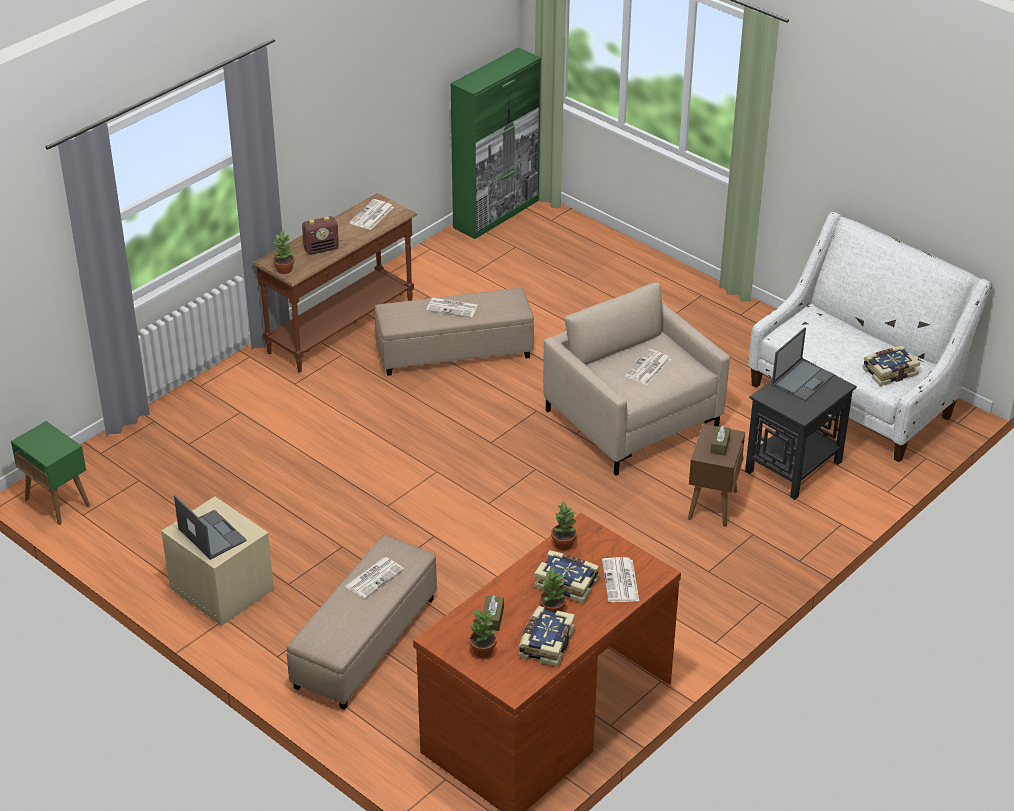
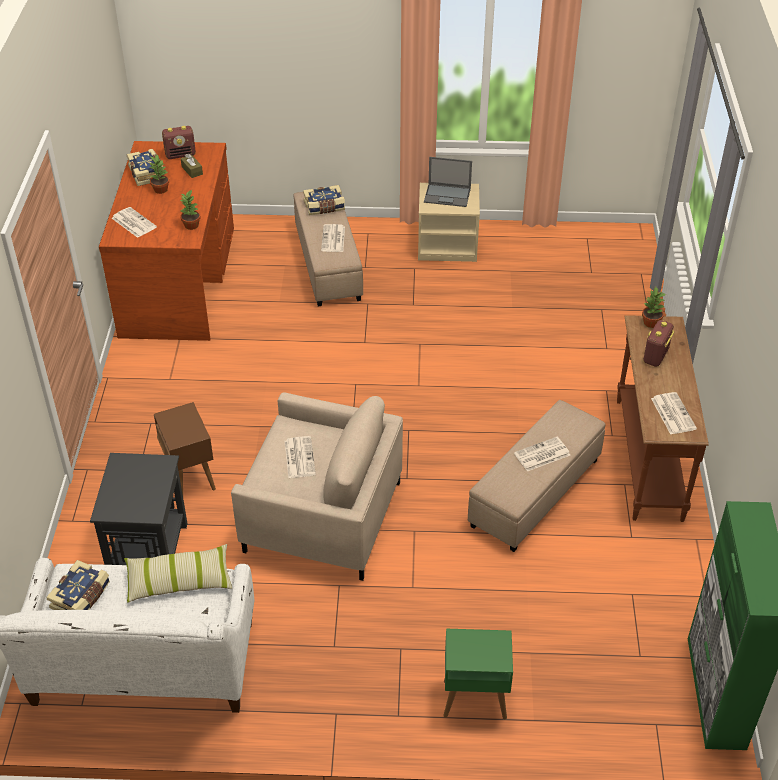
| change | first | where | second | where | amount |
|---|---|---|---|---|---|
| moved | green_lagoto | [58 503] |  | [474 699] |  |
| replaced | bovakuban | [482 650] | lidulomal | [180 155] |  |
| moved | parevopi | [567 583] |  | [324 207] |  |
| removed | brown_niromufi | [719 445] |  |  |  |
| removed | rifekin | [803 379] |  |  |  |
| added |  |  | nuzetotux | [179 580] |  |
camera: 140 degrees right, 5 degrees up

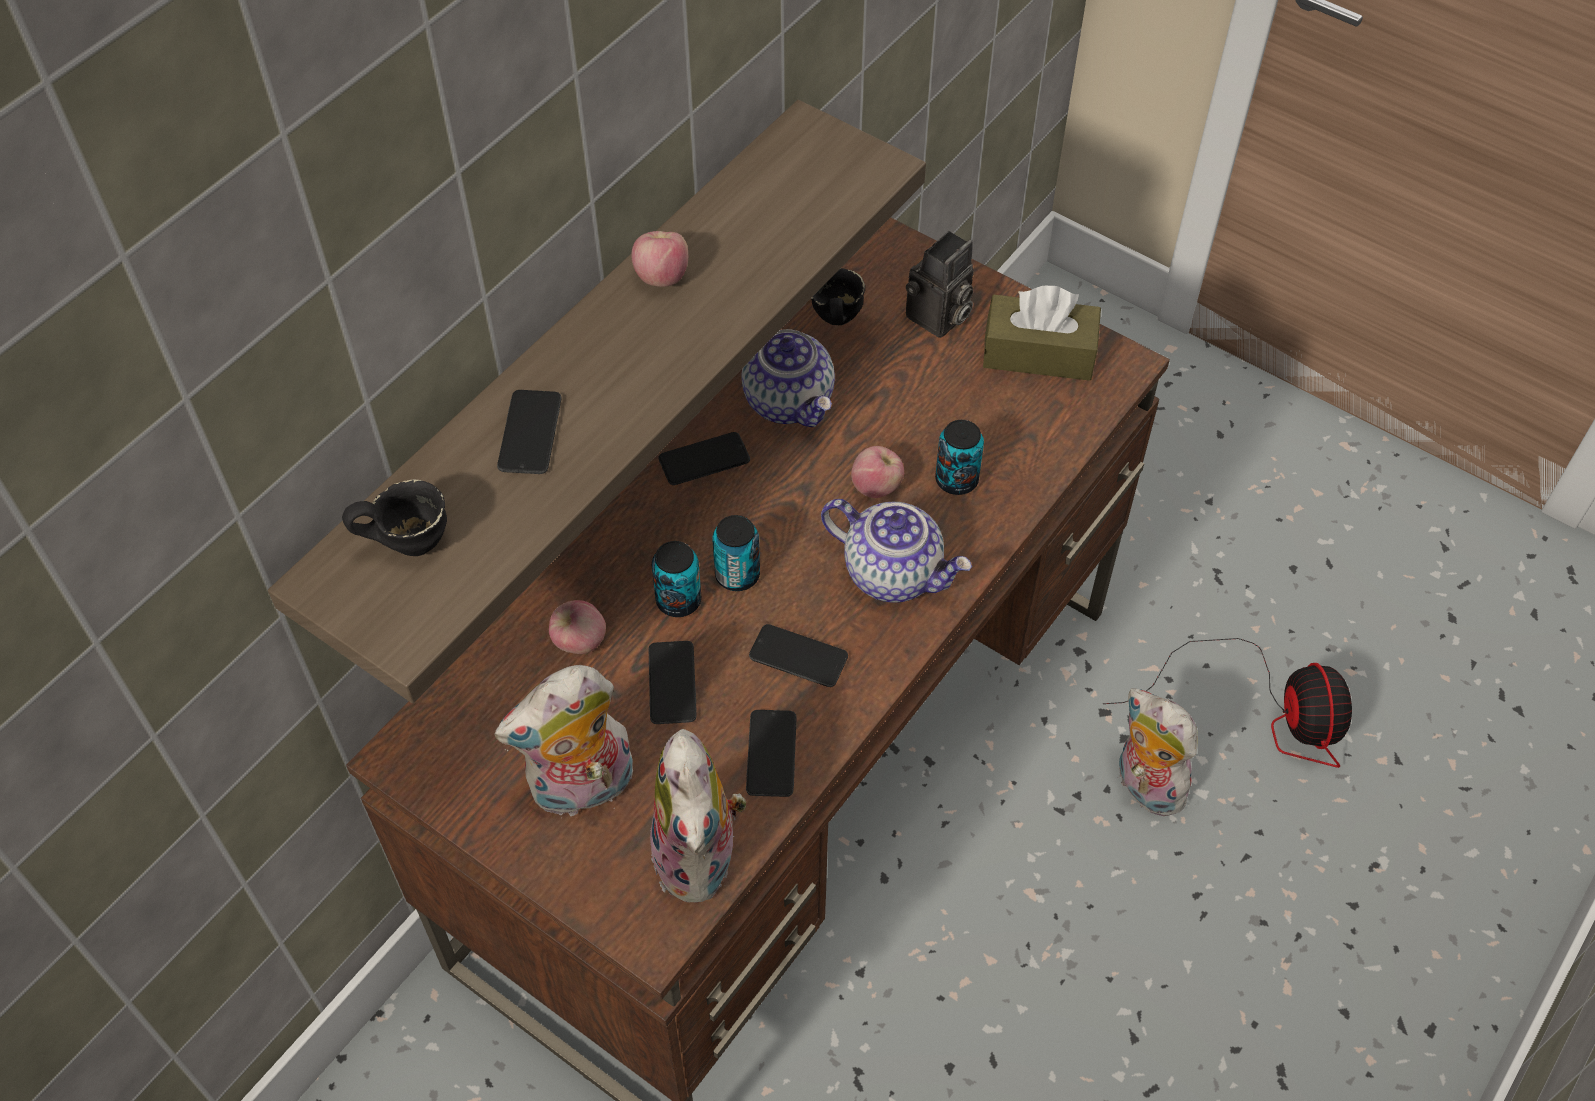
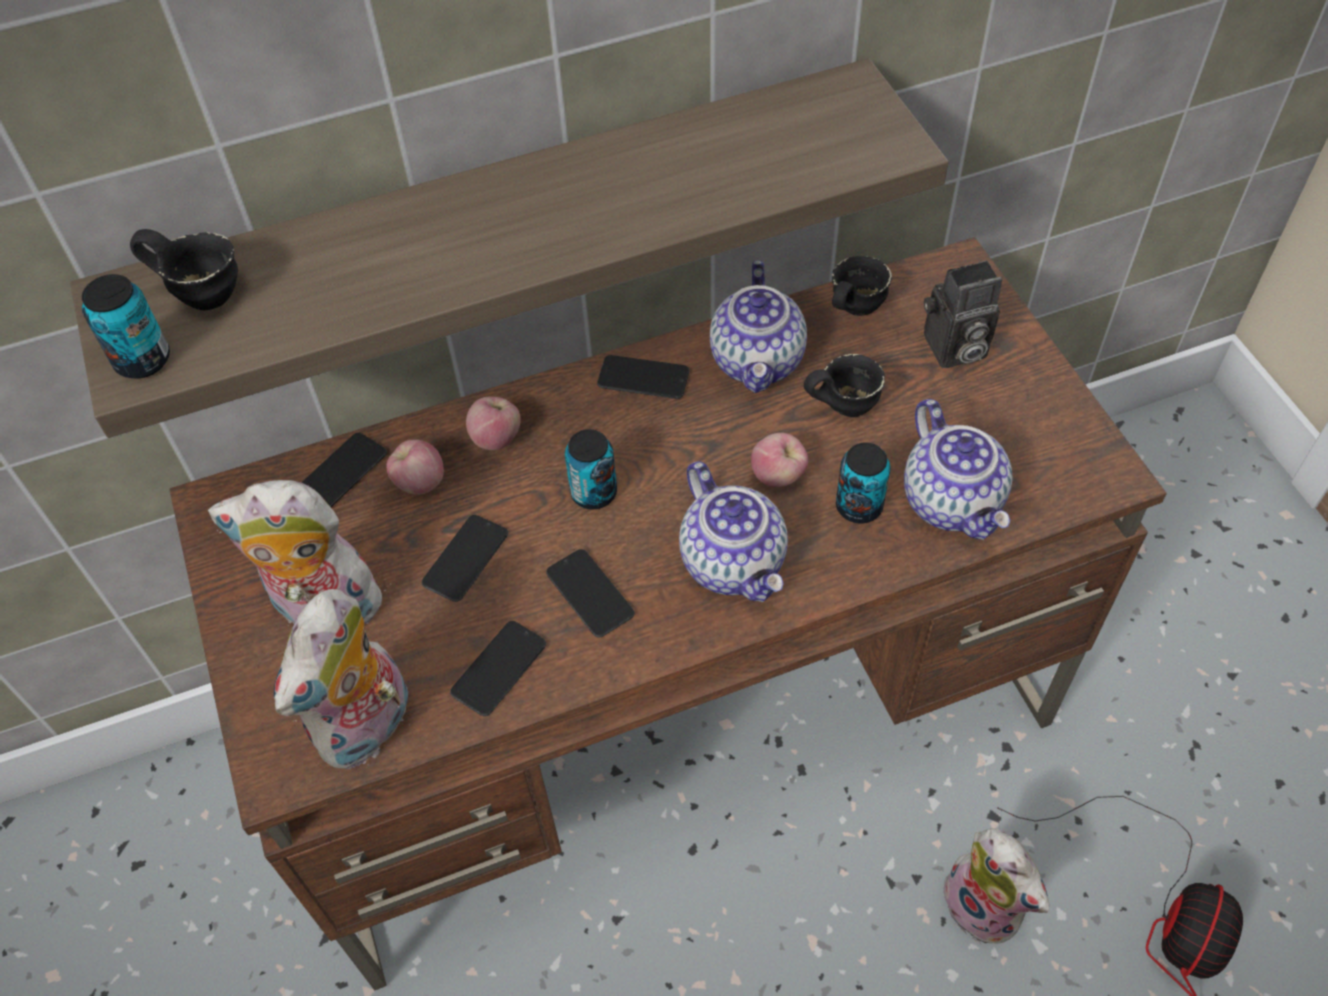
| change | first | where | second | where | amount |
|---|---|---|---|---|---|
| moved | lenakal | [530 433] |  | [342 472] |  |
| moved | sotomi | [662 277] |  | [496 438] |  |
| moved | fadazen | [678 600] |  | [143 360] |  |
| removed | brown_niromufi | [1039 353] |  |  |  |
| turned | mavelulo | [1144 786] |  | [986 906] | 150 degrees clockwise |
| added |  |  | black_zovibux | [842 405] |  |
| added |  |  | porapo | [953 501] |  |
camera: 35 degrees right, 0 degrees up

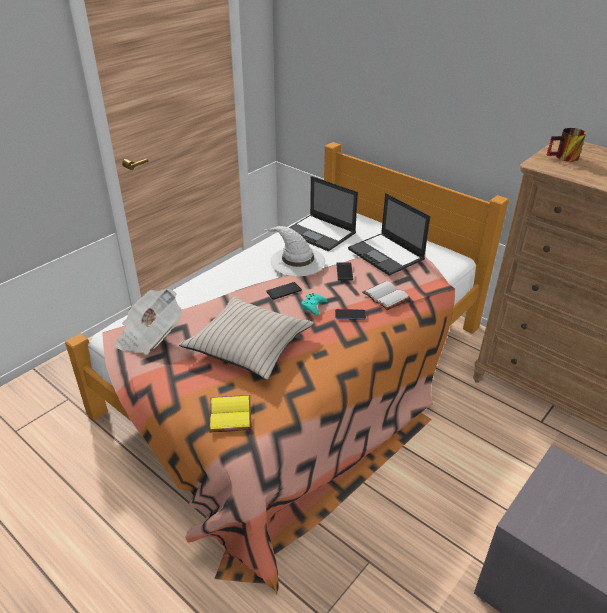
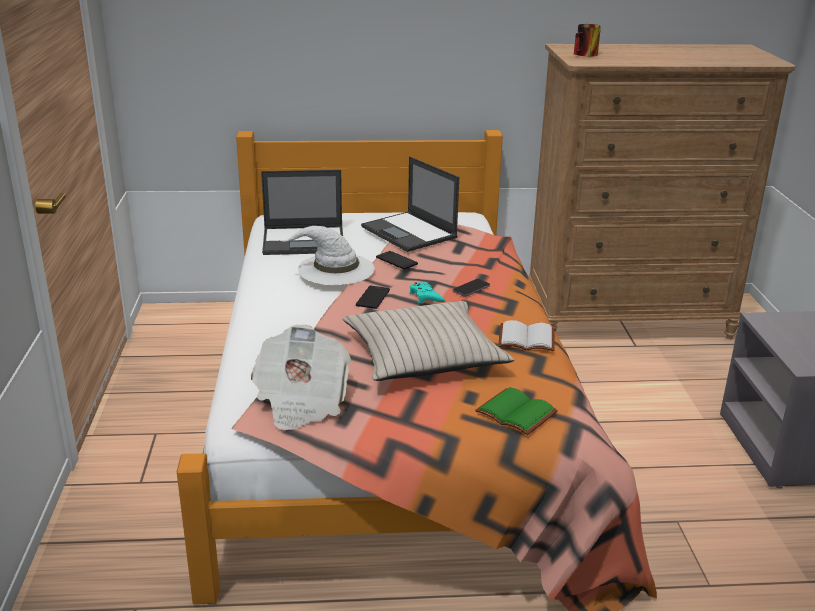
| change | first | where | second | where | amount |
|---|---|---|---|---|---|
| recoloured | yellow_parevopi | [232 415] | green_parevopi | [518 412] |  |
| turned | rifekin | [386 254] |  | [410 232] | 45 degrees clockwise |
| moved | white_parevopi | [384 296] |  | [525 339] |  |
camera: 45 degrees left, 10 degrees down

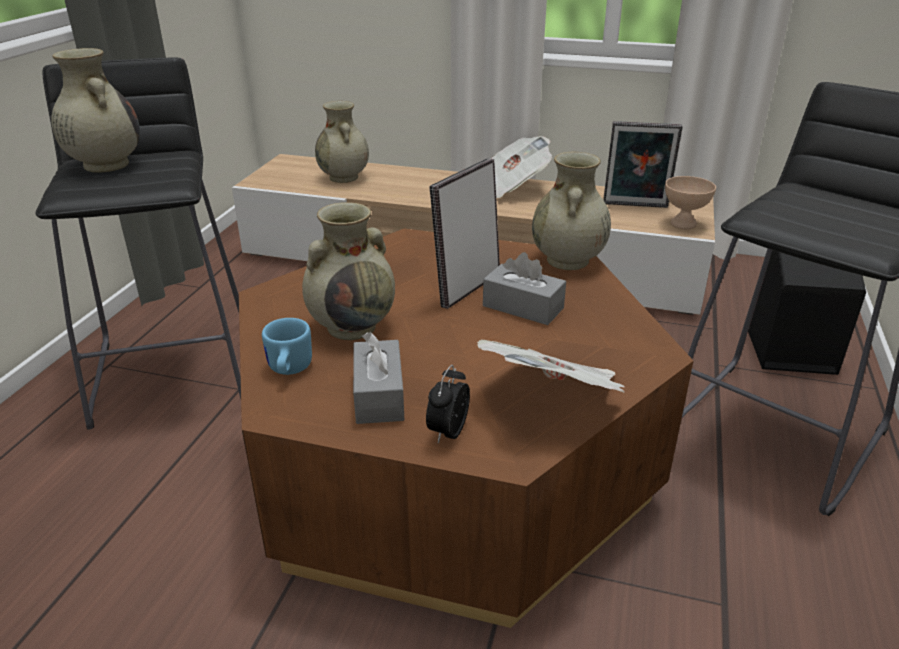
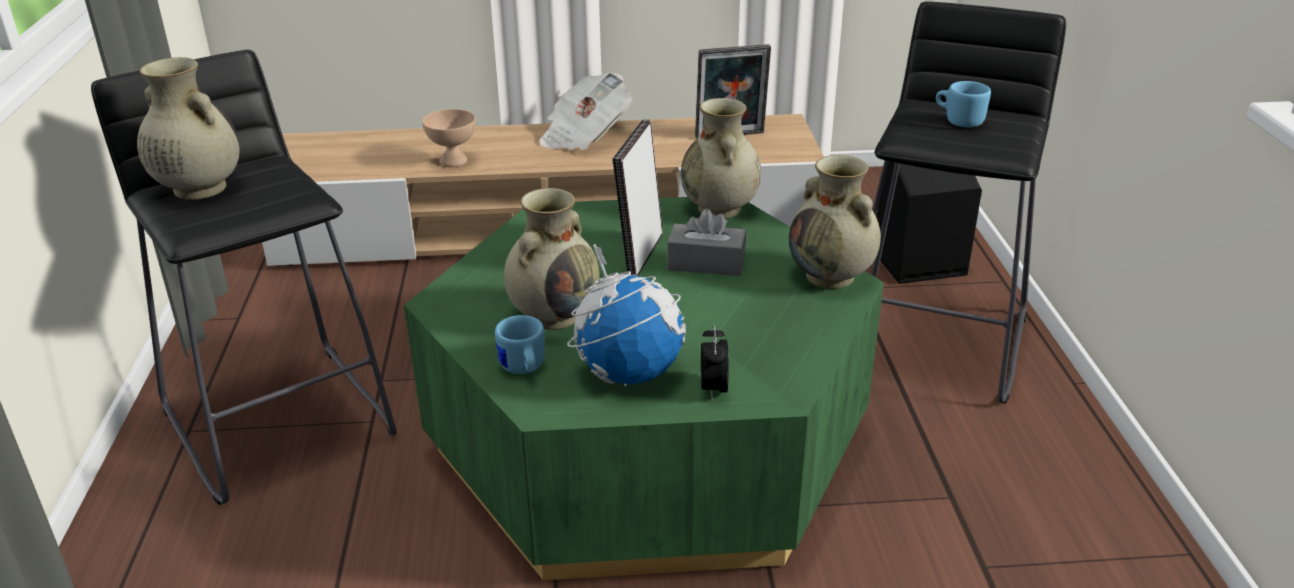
| change | first | where | second | where | amount |
|---|---|---|---|---|---|
| recoloured | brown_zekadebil | [449 463] | green_zekadebil | [648 441] |  |
| moved | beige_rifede | [344 178] |  | [831 277] |  |
| replaced | grey_niromufi | [379 395] | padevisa | [629 372] |  |
| removed | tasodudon | [555 398] |  |  |  |
| moved | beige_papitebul | [683 223] |  | [453 161] |  |
| added |  |  | blue_zovibux | [958 121] |  |
camera: 20 degrees left, 0 degrees up

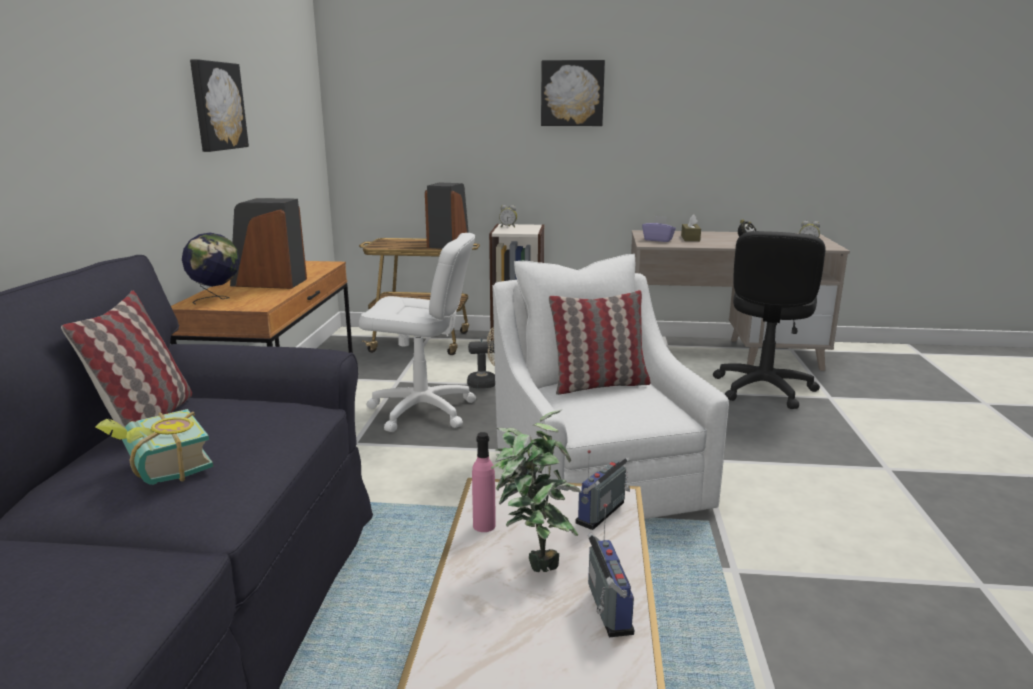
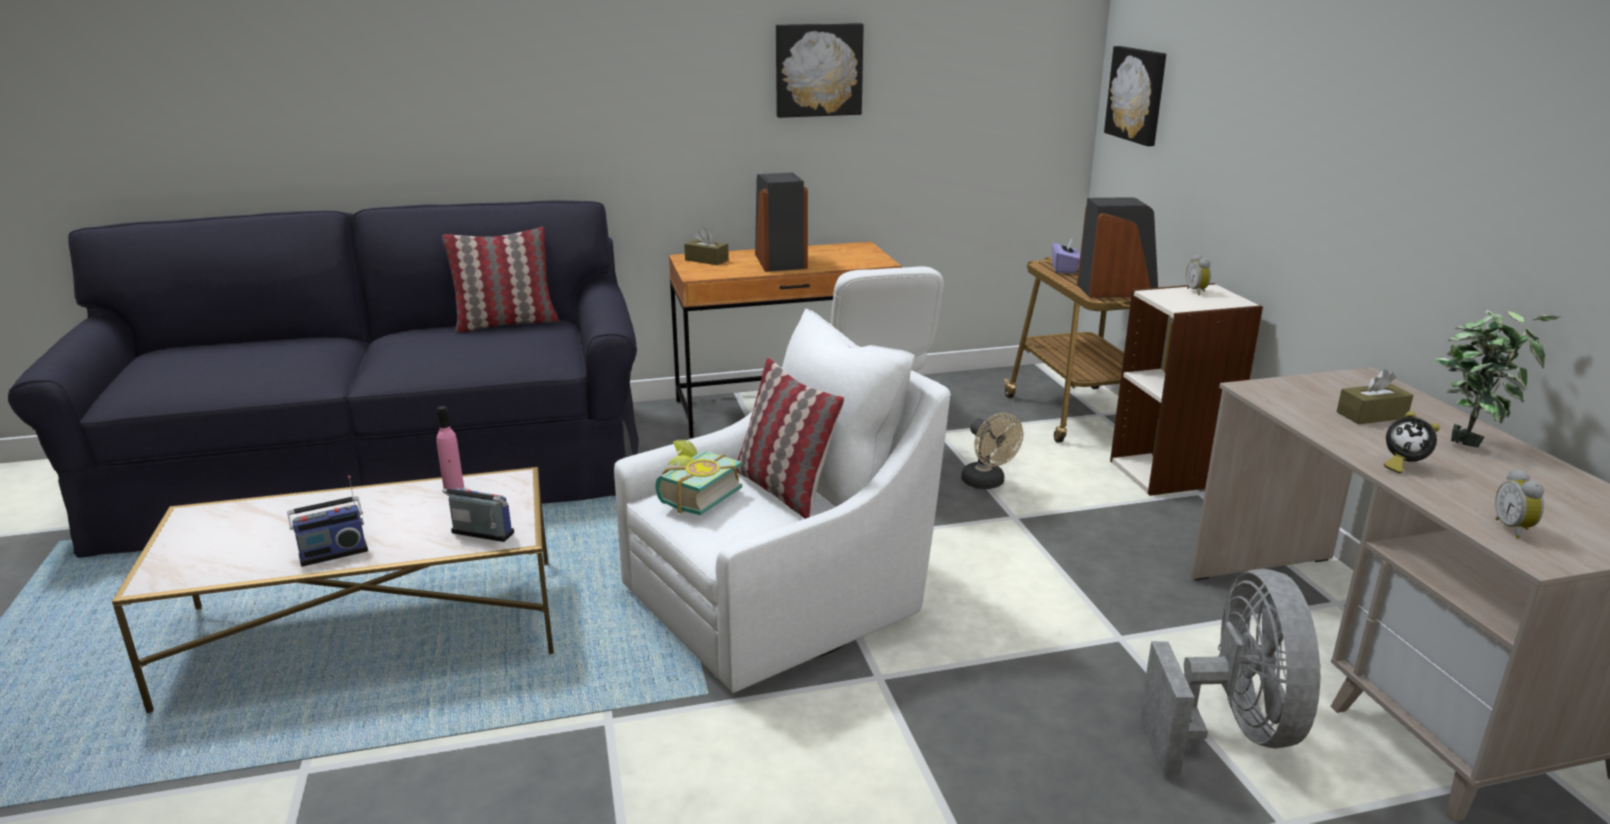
| change | first | where | second | where | amount |
|---|---|---|---|---|---|
| moved | parevopi | [159 469] |  | [693 496] |  |
| replaced | padevisa | [216 299] | brown_niromufi | [706 260] |  |
| moved | bovakuban | [534 558] |  | [1468 440] |  |
| moved | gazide | [572 93] |  | [1138 95] |  |
| moved | purple_niromufi | [658 240] |  | [1064 269] |  |
| replaced | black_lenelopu | [763 389] | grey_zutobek | [1231 730] |  |
camera: 70 degrees right, 5 degrees up

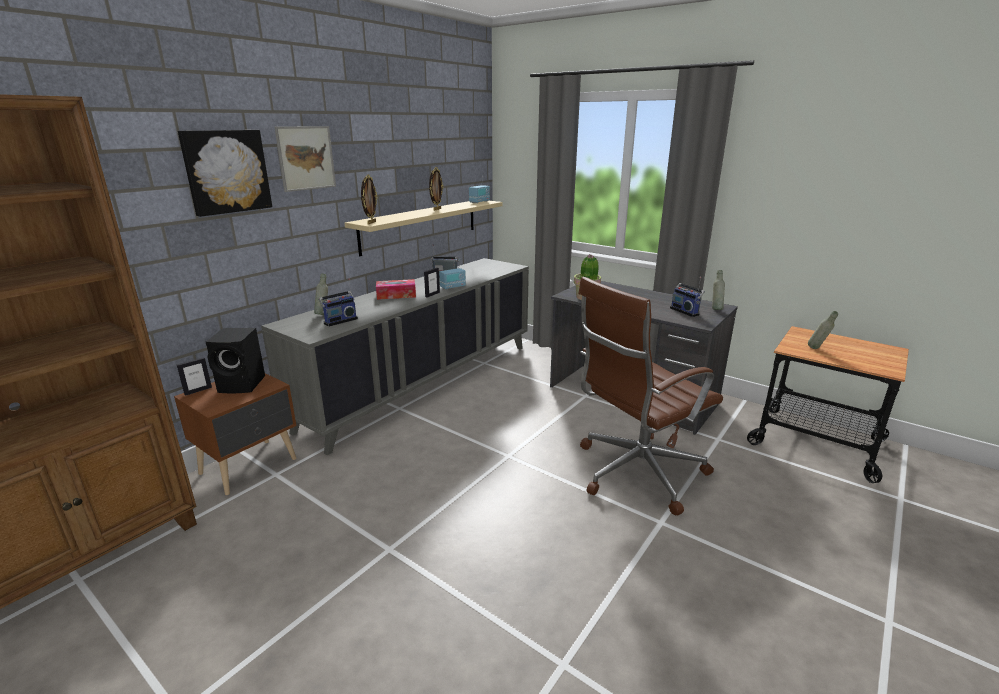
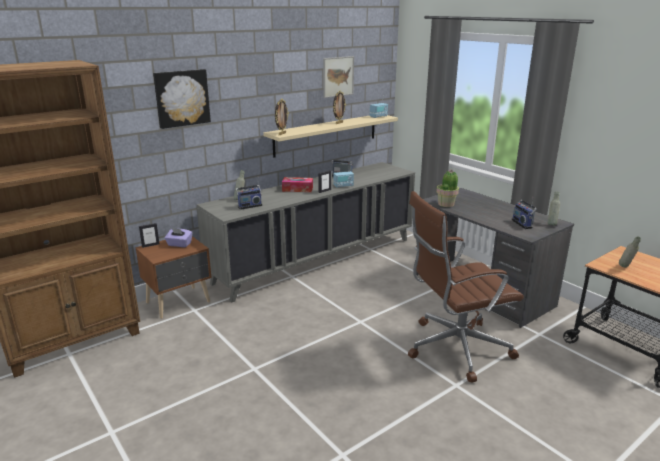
| change | first | where | second | where | amount |
|---|---|---|---|---|---|
| replaced | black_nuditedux | [243 384] | purple_niromufi | [179 244] |  |
| moved | gazide | [306 158] |  | [338 76] |  |
camera: 15 degrees right, 0 degrees up

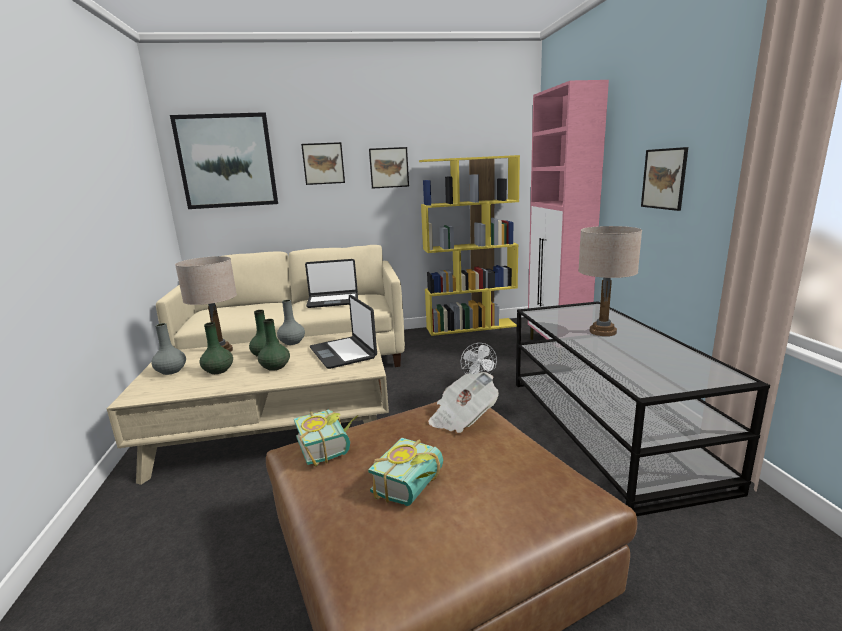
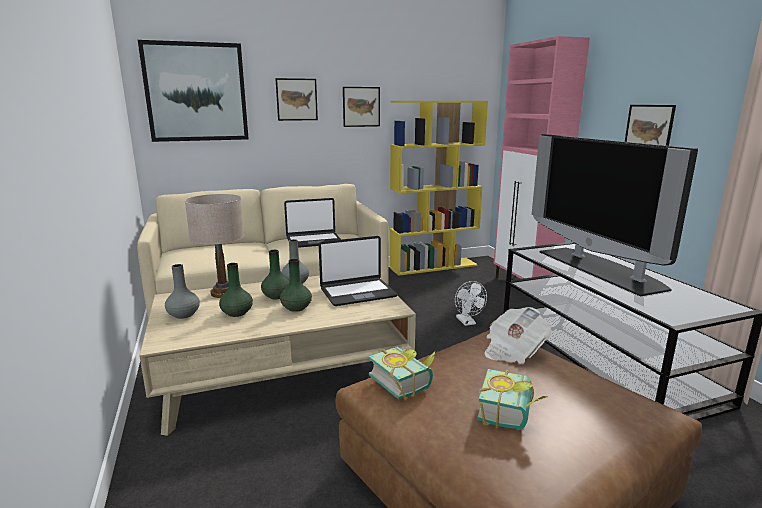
| change | first | where | second | where | amount |
|---|---|---|---|---|---|
| turned | rifekin | [343 353] |  | [357 293] | 75 degrees counterclockwise |
| replaced | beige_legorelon | [603 332] | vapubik | [600 269] |  |
camera: 10 degrees left, 0 degrees up

